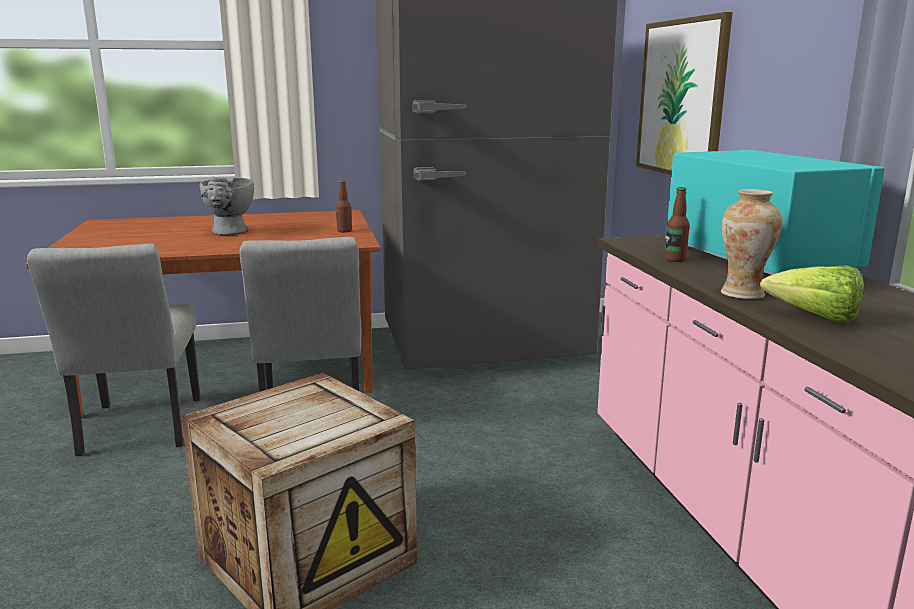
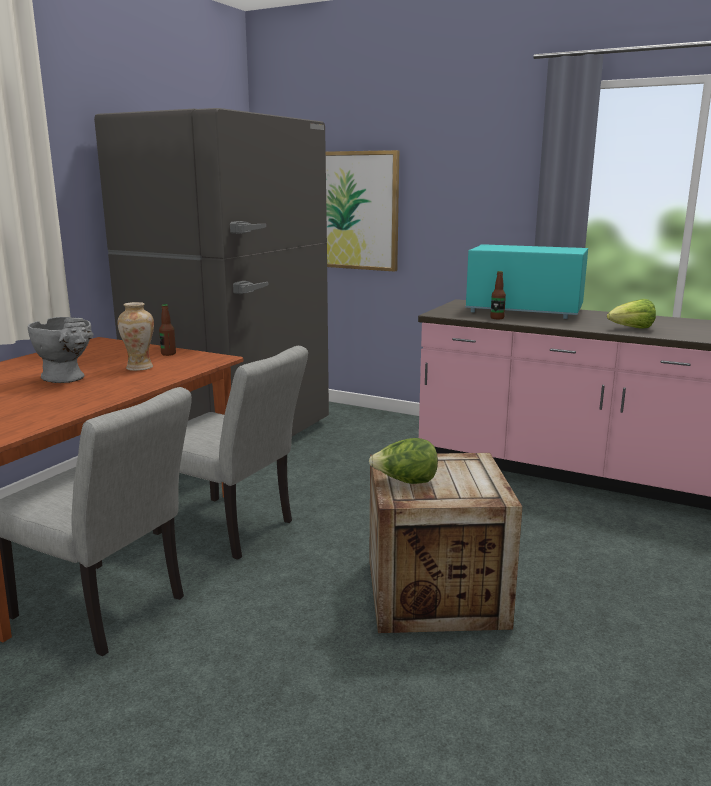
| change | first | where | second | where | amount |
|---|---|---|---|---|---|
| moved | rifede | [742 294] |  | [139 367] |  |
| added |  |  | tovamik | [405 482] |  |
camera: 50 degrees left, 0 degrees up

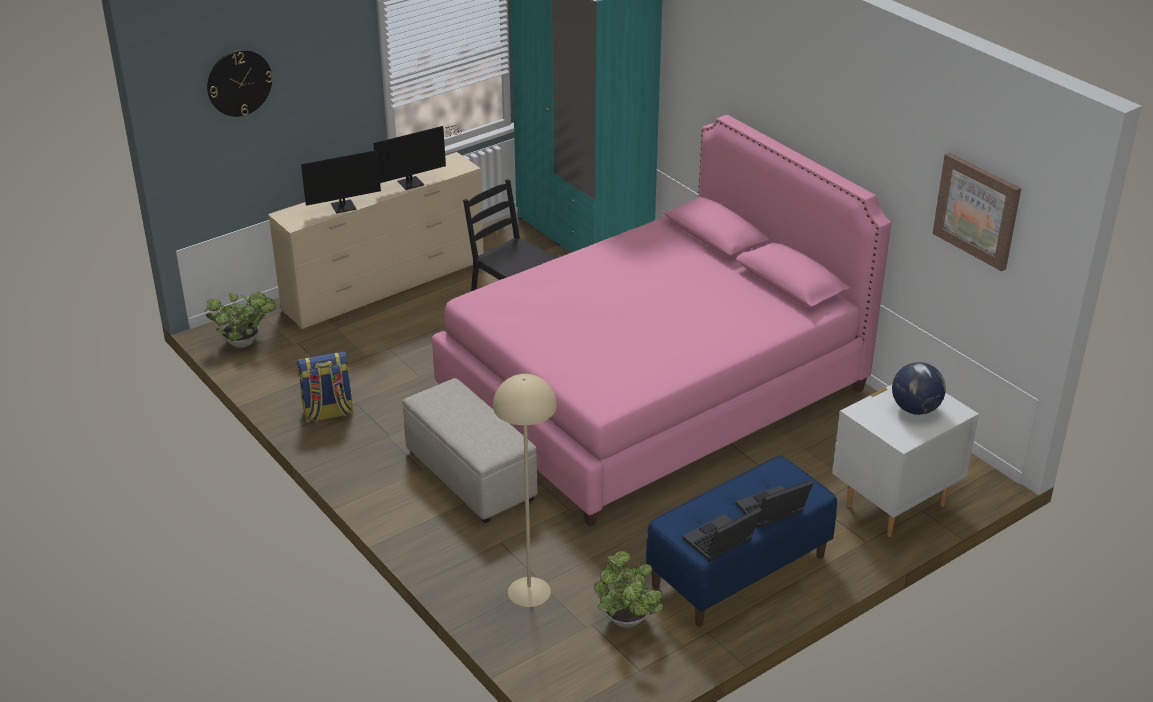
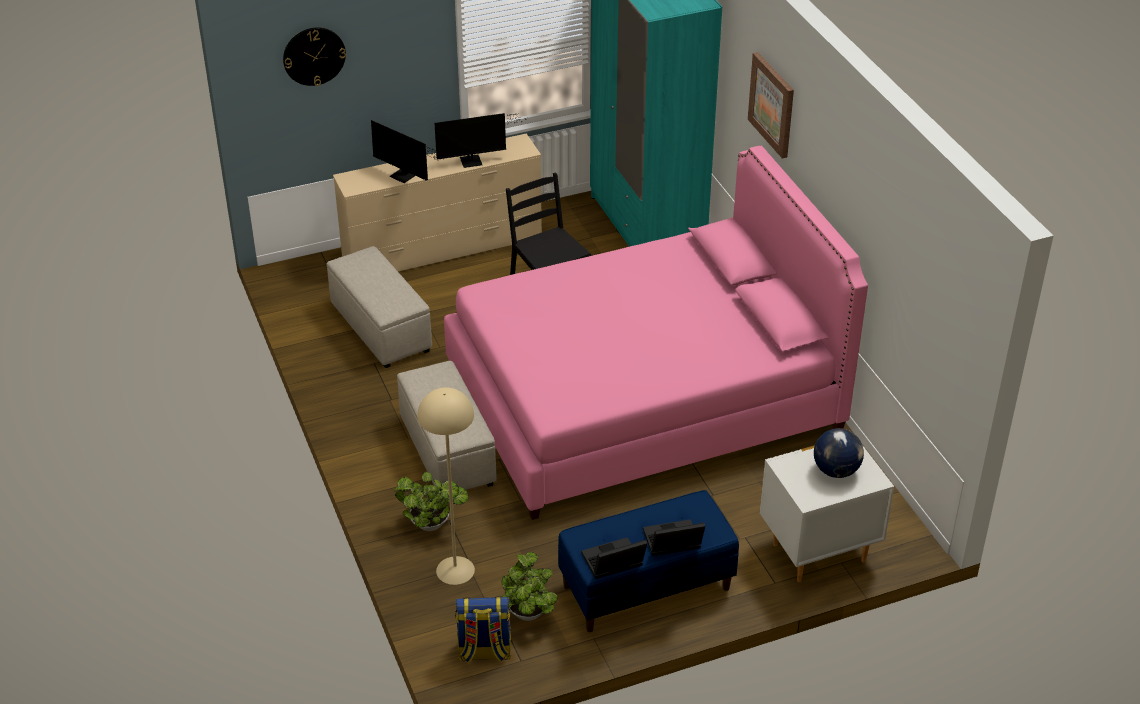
| change | first | where | second | where | amount |
|---|---|---|---|---|---|
| moved | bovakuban | [245 342] |  | [433 524] |  |
| moved | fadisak | [328 413] |  | [484 652] |  |
| turned | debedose | [347 206] |  | [405 177] | 45 degrees clockwise |
| moved | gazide | [977 210] |  | [772 104] |  |
| added |  |  | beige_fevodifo | [381 329] |  |
camera: 15 degrees right, 5 degrees up

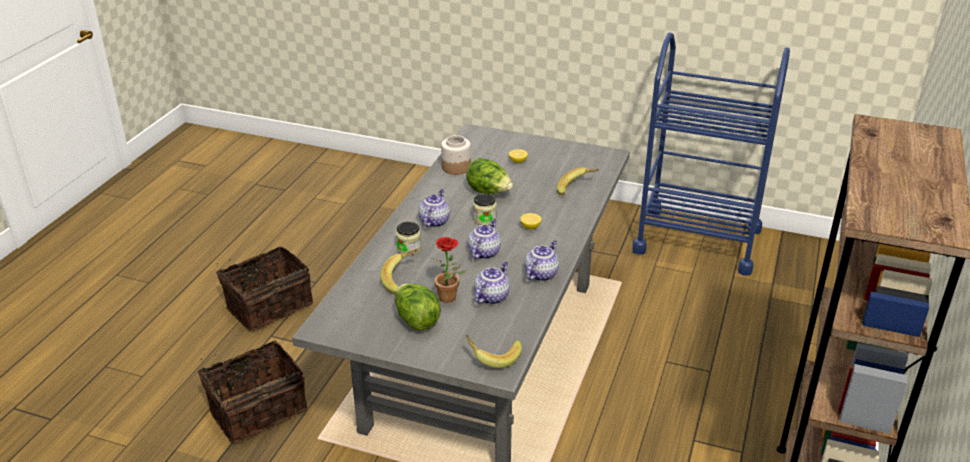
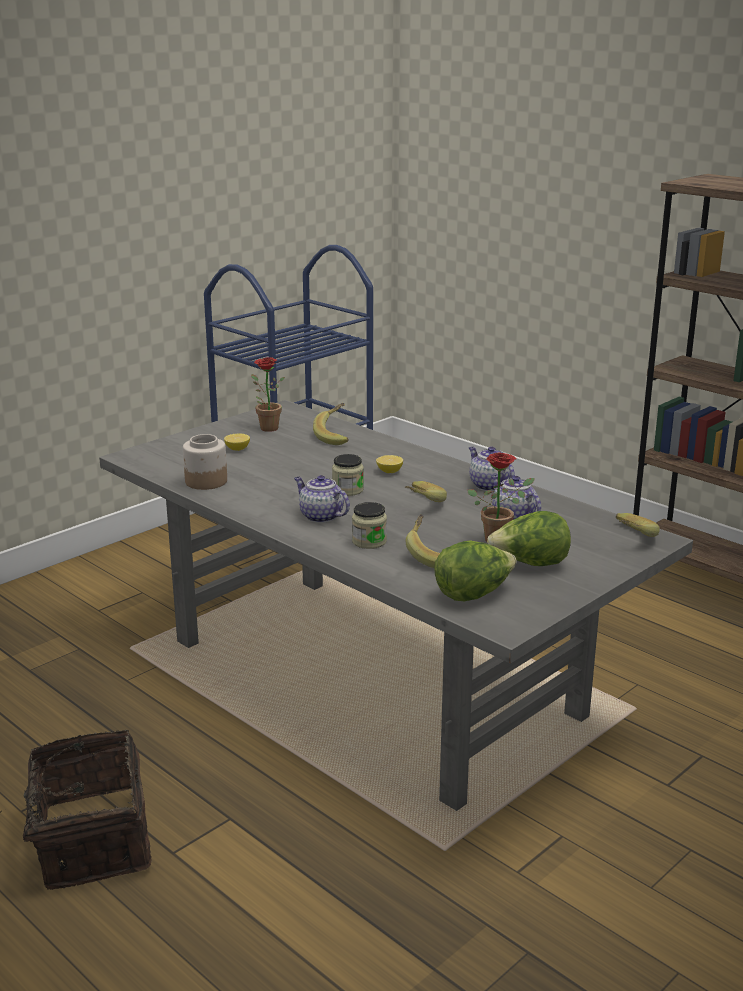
| change | first | where | second | where | amount |
|---|---|---|---|---|---|
| removed | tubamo | [257 409] |  |  |  |
| moved | tovamik | [489 192] |  | [473 594] |  |
| replaced | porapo | [484 252] | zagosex | [418 503] |  |
| added |  |  | bovakuban | [266 427] |  |
camera: 65 degrees left, 10 degrees down

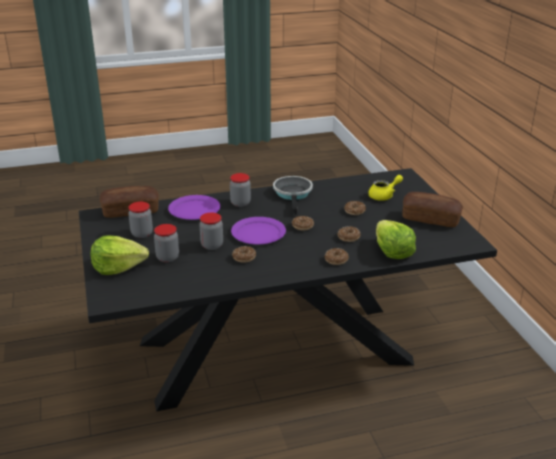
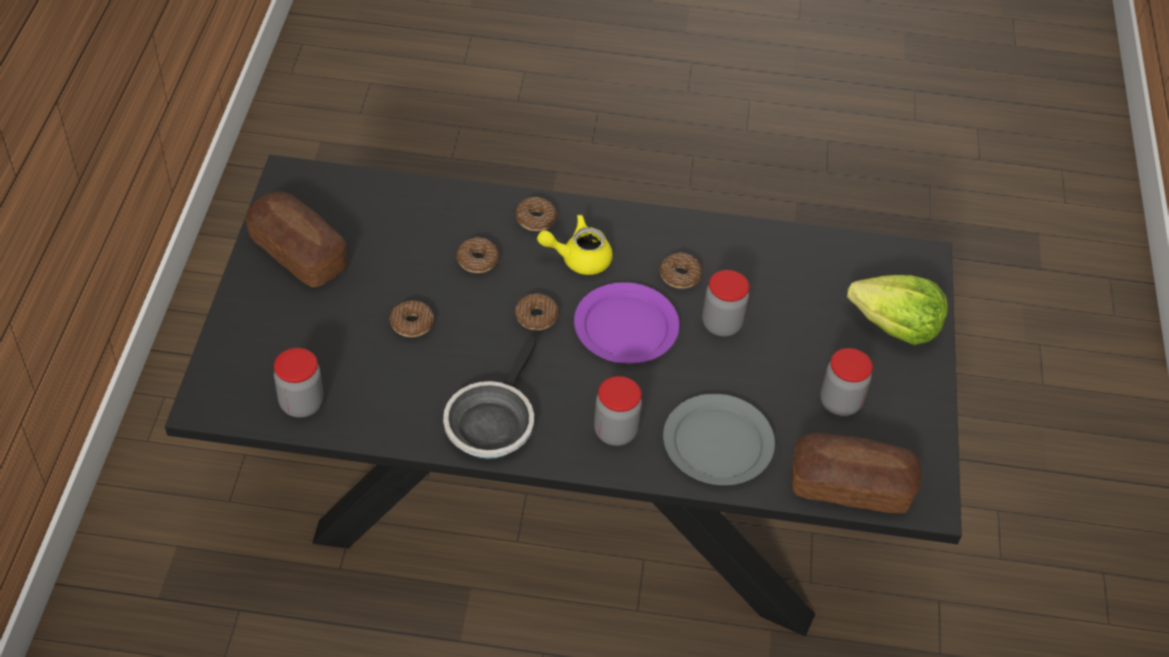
| change | first | where | second | where | amount |
|---|---|---|---|---|---|
| moved | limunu | [167 257] |  | [301 403] |  |
| recoloured | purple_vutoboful | [194 210] | grey_vutoboful | [719 443] |  |
| moved | yellow_porapo | [384 196] |  | [578 258] |  |
| removed | tovamik | [392 252] |  |  |  |
camera: 160 degrees left, 20 degrees up

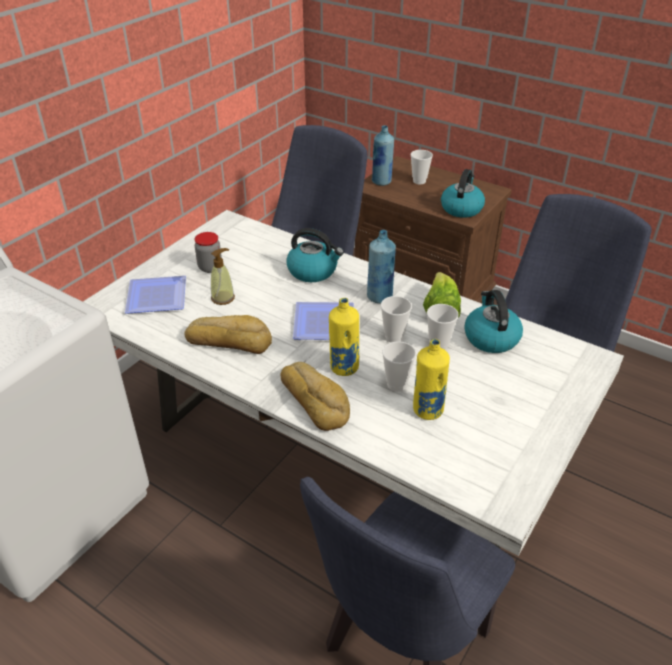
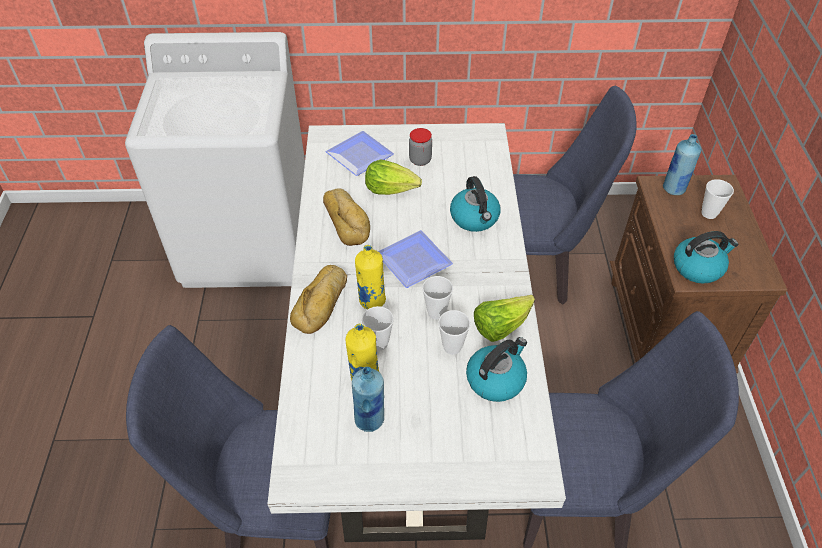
| change | first | where | second | where | amount |
|---|---|---|---|---|---|
| replaced | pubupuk | [223 298] | tovamik | [391 188] |  |
| moved | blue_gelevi | [379 297] |  | [370 419] |  |
camera: 55 degrees right, 10 degrees up

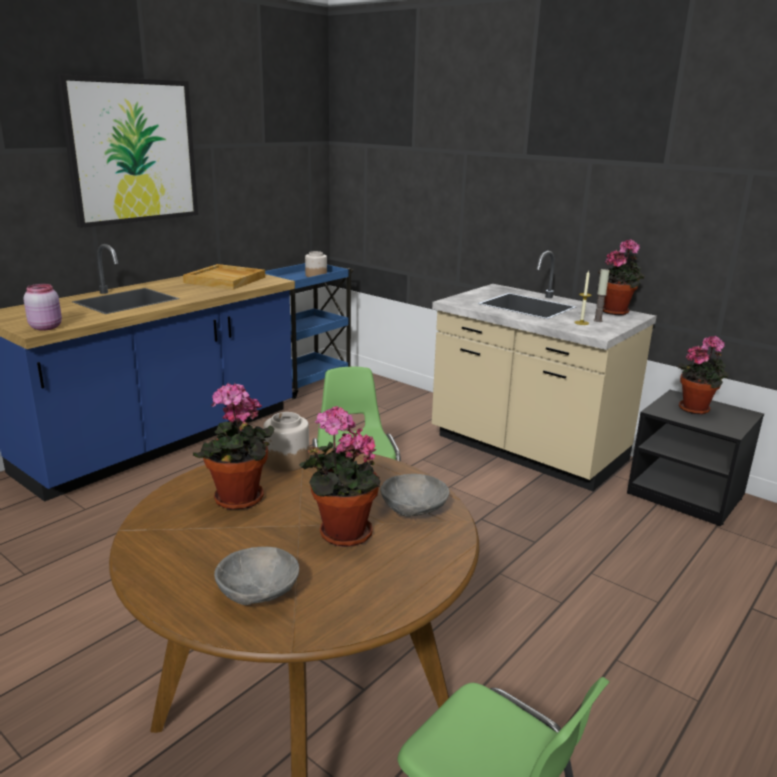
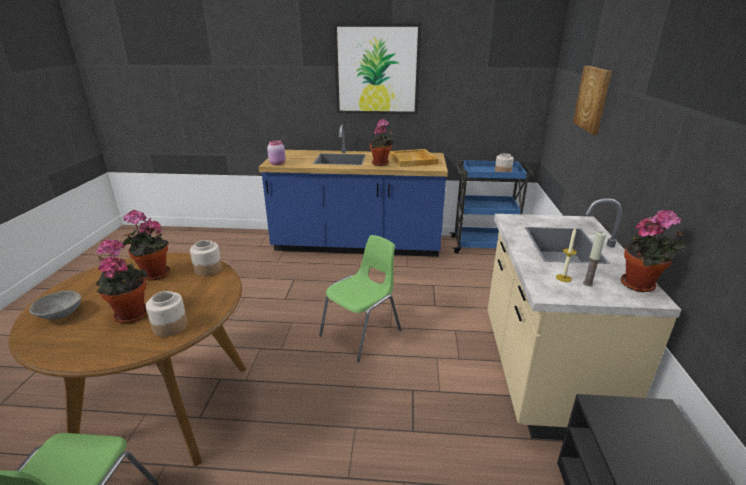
| change | first | where | second | where | amount |
|---|---|---|---|---|---|
| replaced | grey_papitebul | [415 511] | limunu | [170 327] |  |
| moved | bovakuban | [696 409] |  | [381 164] |  |
| added |  |  | gazide | [593 99] |  |
camera: 55 degrees right, 5 degrees up

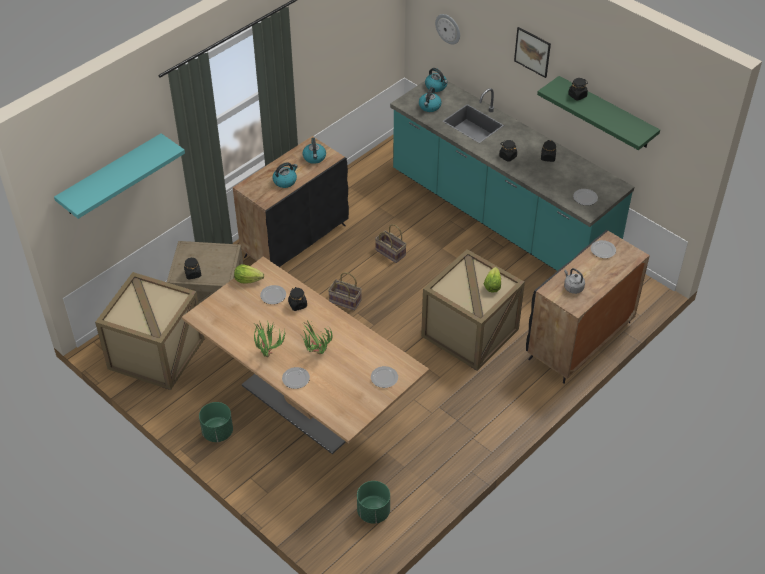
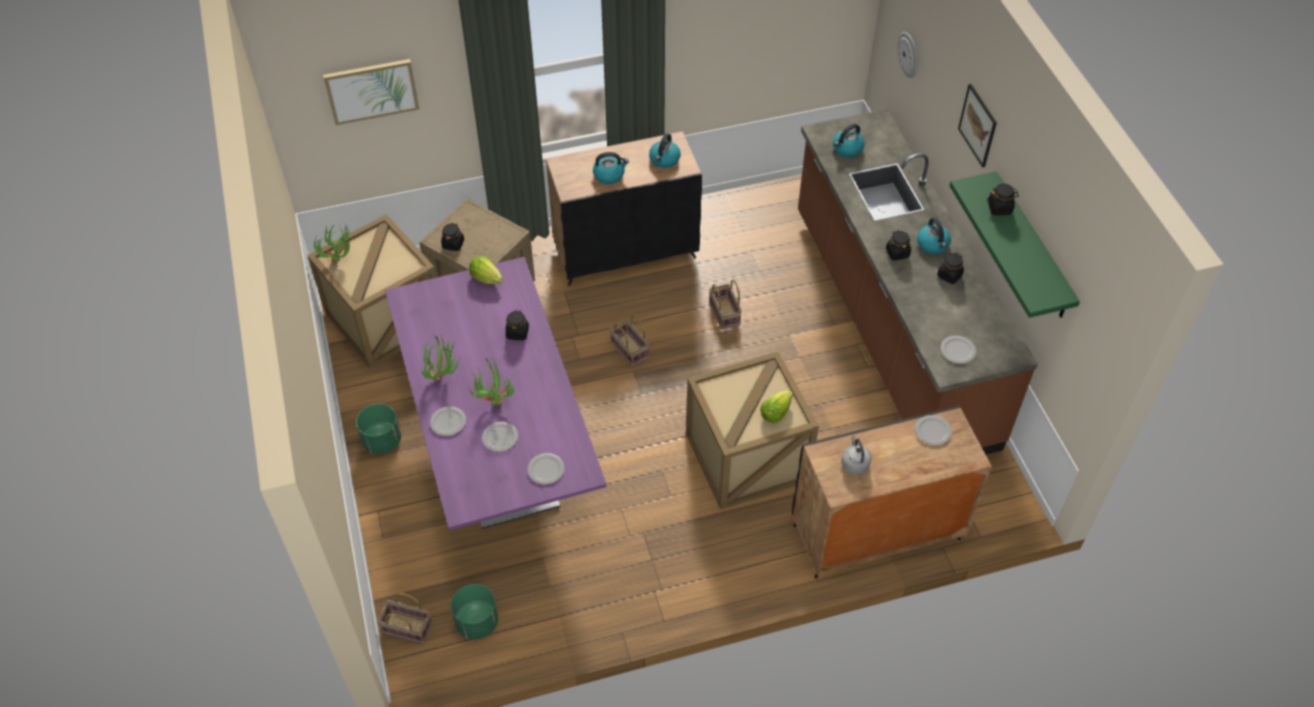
| change | first | where | second | where | amount |
|---|---|---|---|---|---|
| replaced | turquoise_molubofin | [111 175] | gazide | [371 90] |  |
| recoloured | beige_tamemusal | [307 401] | purple_tamemusal | [501 452] |  |
| moved | vutoboful | [273 295] |  | [500 437] |  |
| recoloured | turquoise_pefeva | [500 217] | brown_pefeva | [890 327] |  |
| moved | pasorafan | [436 86] |  | [933 244] |  |
| added |  |  | bovakuban | [340 262] |  |
| added |  |  | tubamo | [406 628] |  |
camera: 30 degrees right, 5 degrees up

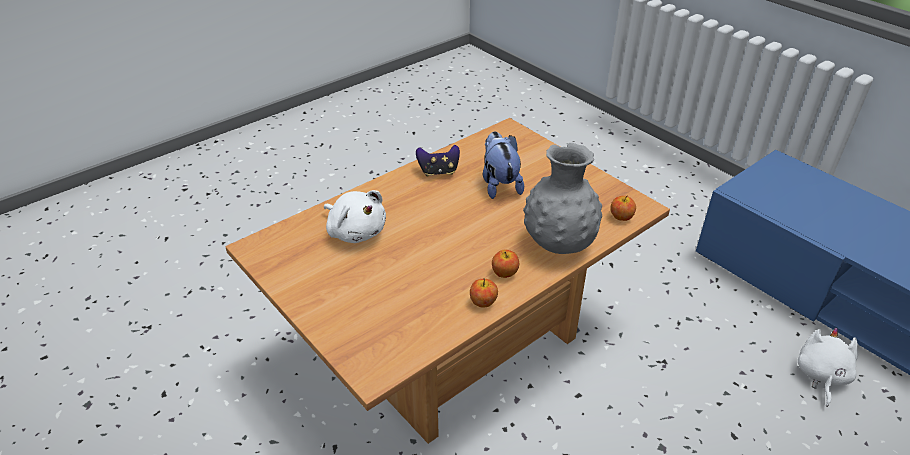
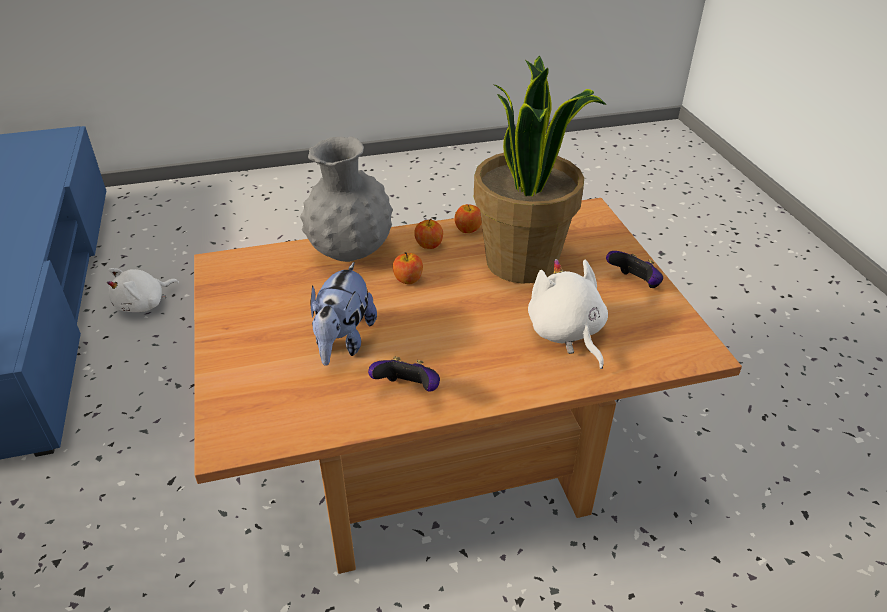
| change | first | where | second | where | amount |
|---|---|---|---|---|---|
| moved | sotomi | [621 217] |  | [408 279] |  |
| added |  |  | bovakuban | [523 262] |  |
| added |  |  | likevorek | [634 284] |  |
camera: 155 degrees left, 0 degrees up

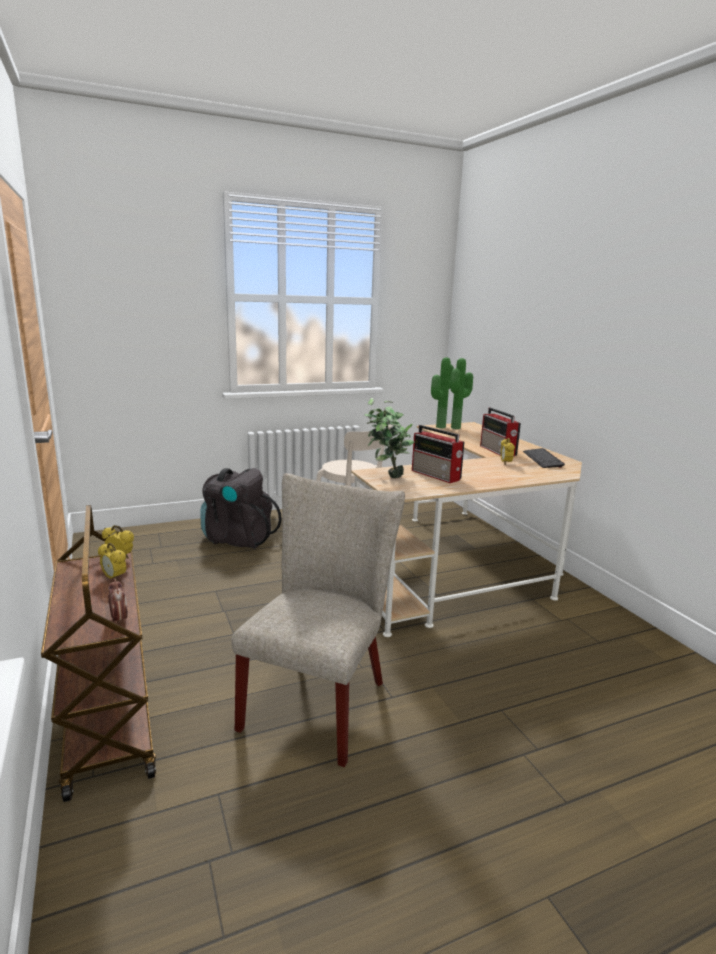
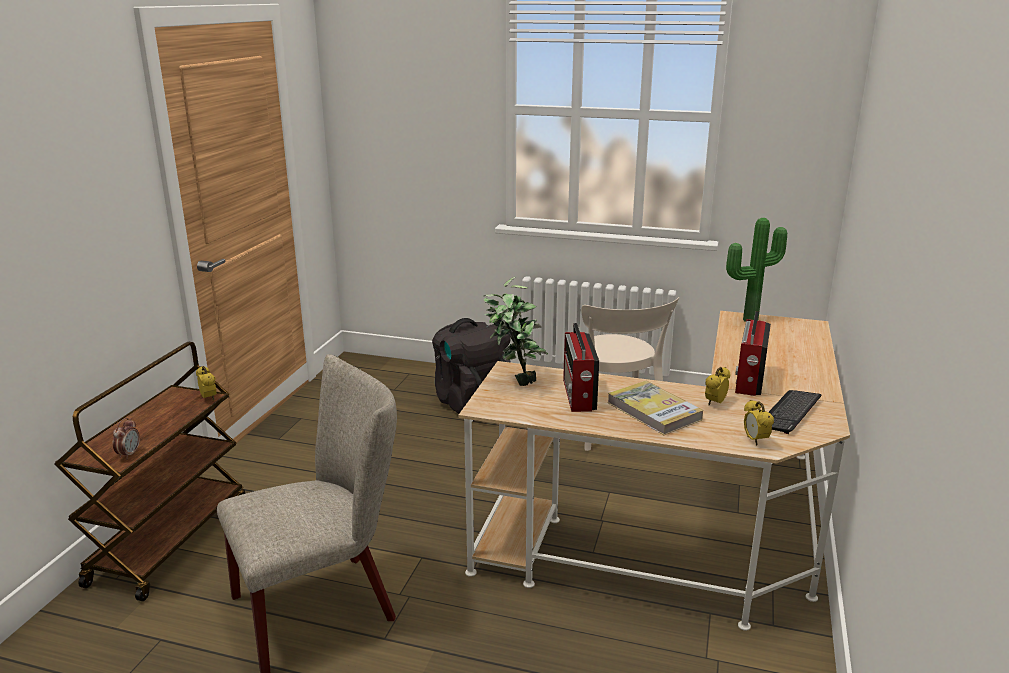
| change | first | where | second | where | amount |
|---|---|---|---|---|---|
| moved | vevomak | [114 578] |  | [755 440] |  |
| removed | bovakuban | [457 428] |  |  |  |
| added |  |  | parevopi | [654 411] |  |
camera: 40 degrees right, 5 degrees up

